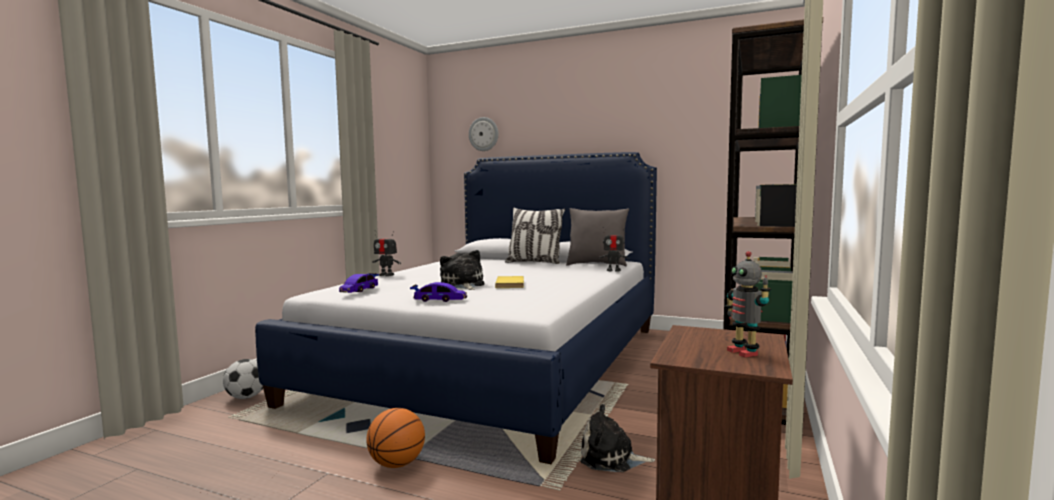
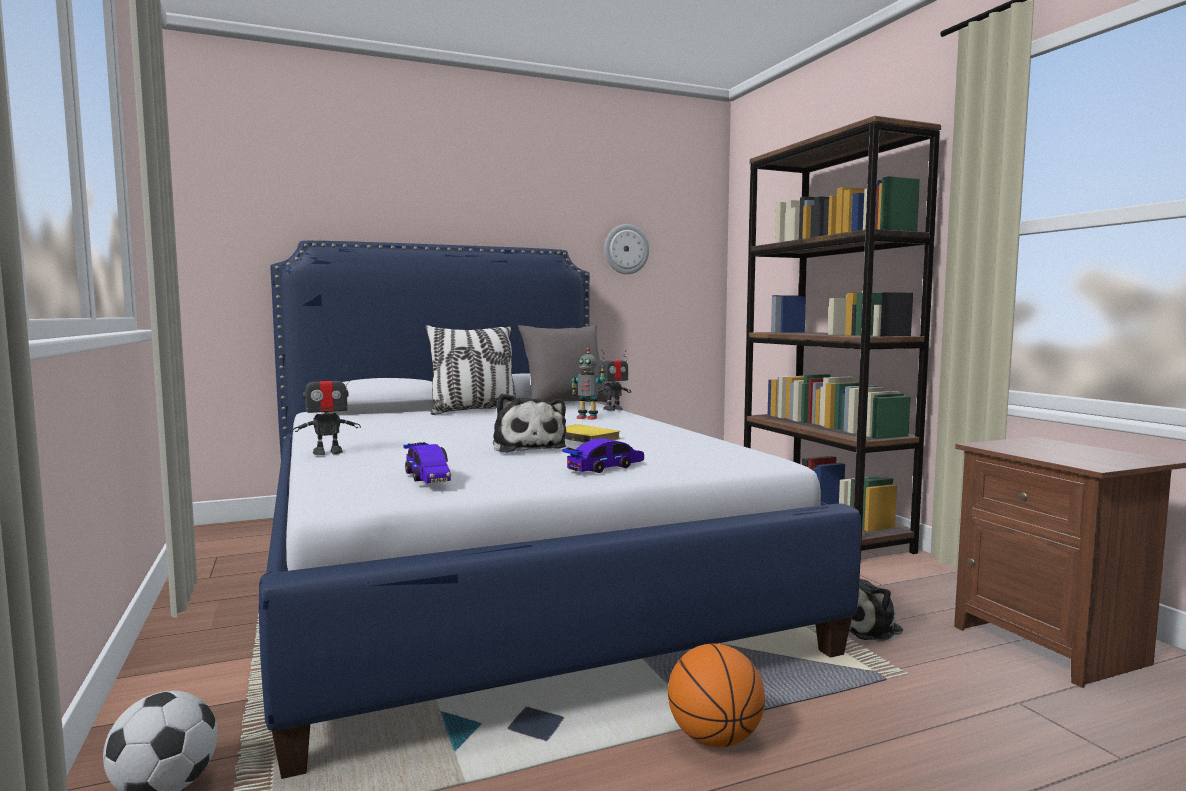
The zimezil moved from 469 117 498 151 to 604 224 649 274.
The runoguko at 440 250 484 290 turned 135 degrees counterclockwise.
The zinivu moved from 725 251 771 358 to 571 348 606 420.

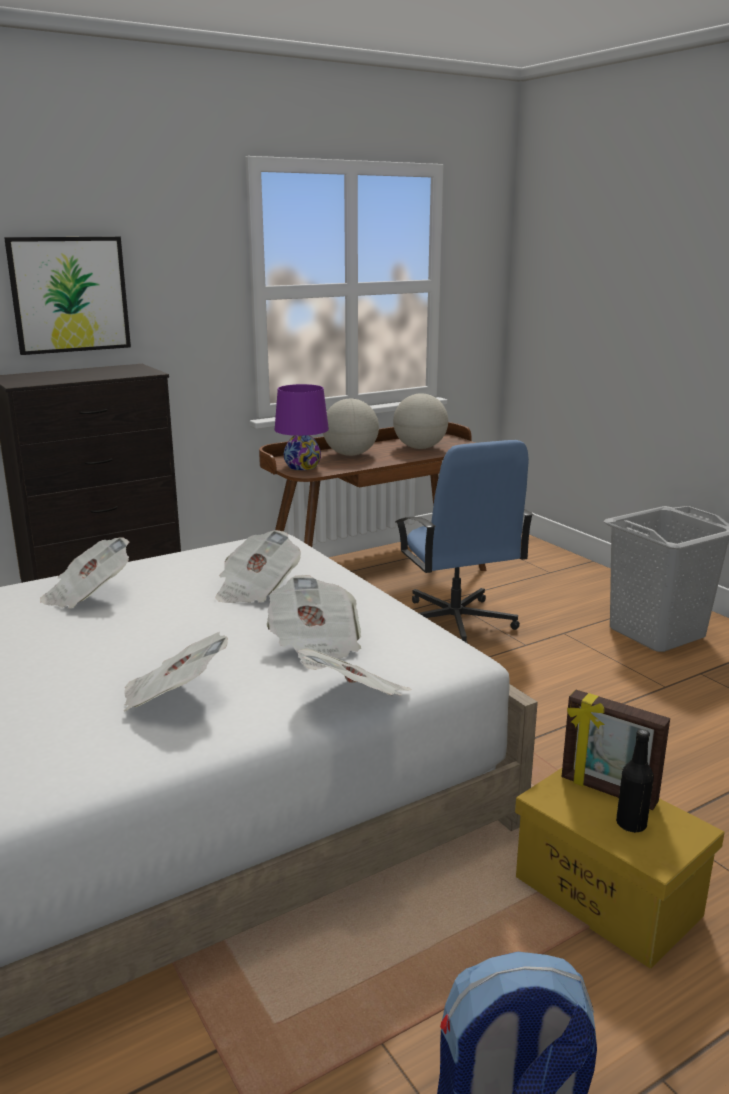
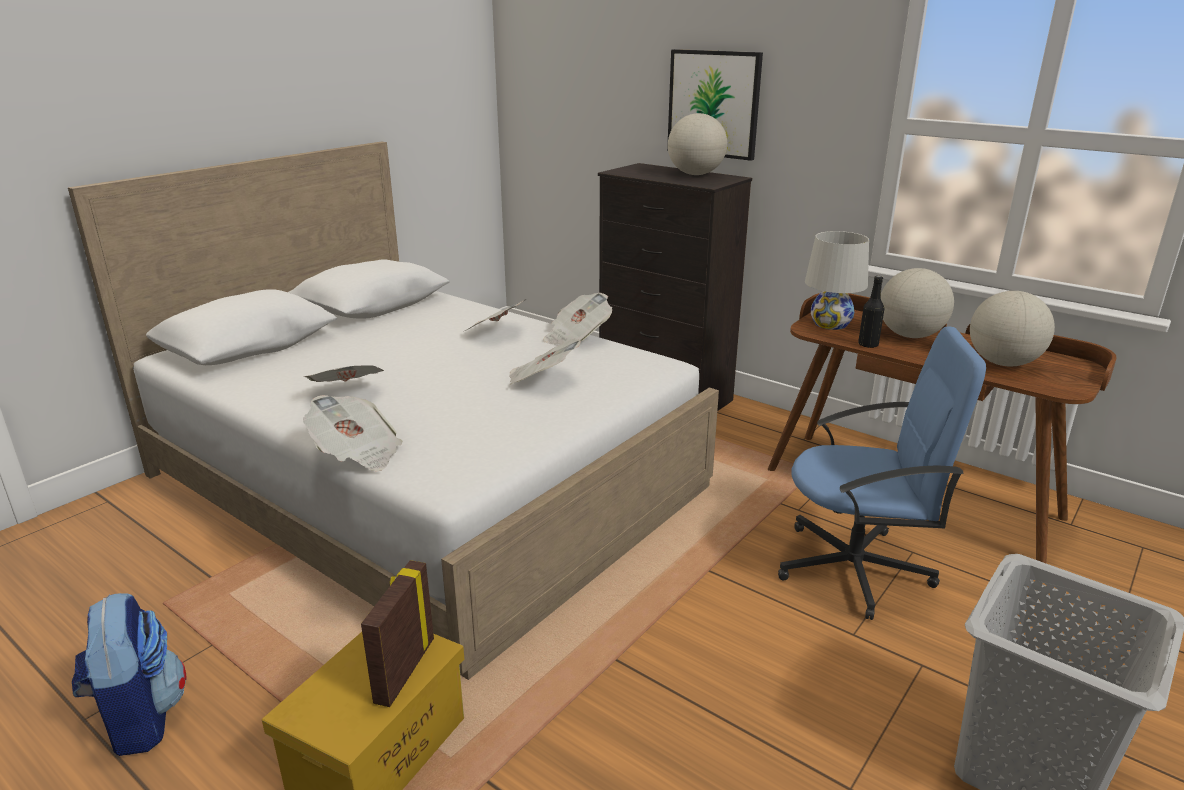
The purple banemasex at 275 384 329 470 became the white banemasex at 805 231 869 330.
The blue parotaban at 395 440 534 643 turned 135 degrees counterclockwise.
The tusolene moved from 266 575 361 670 to 543 293 612 344.
The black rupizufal moved from 616 729 654 833 to 858 276 884 348.
The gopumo at 668 113 727 175 appeared.

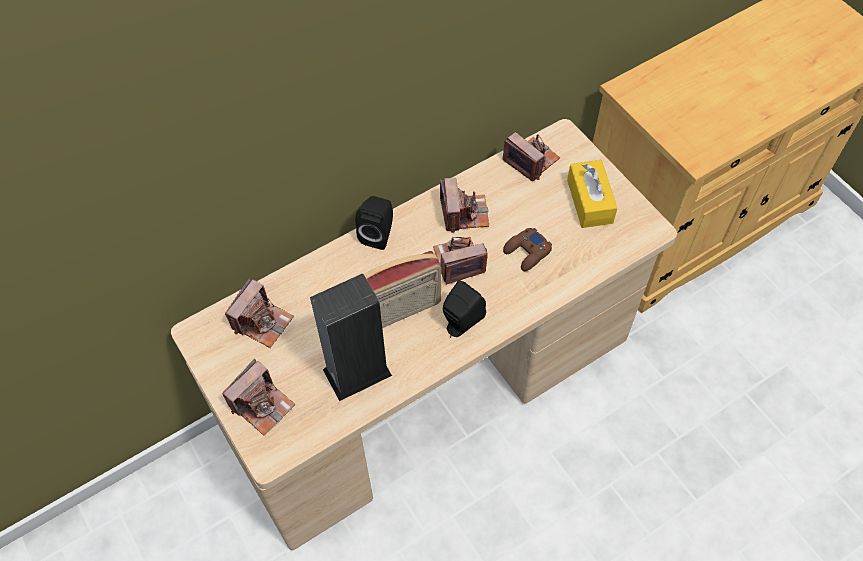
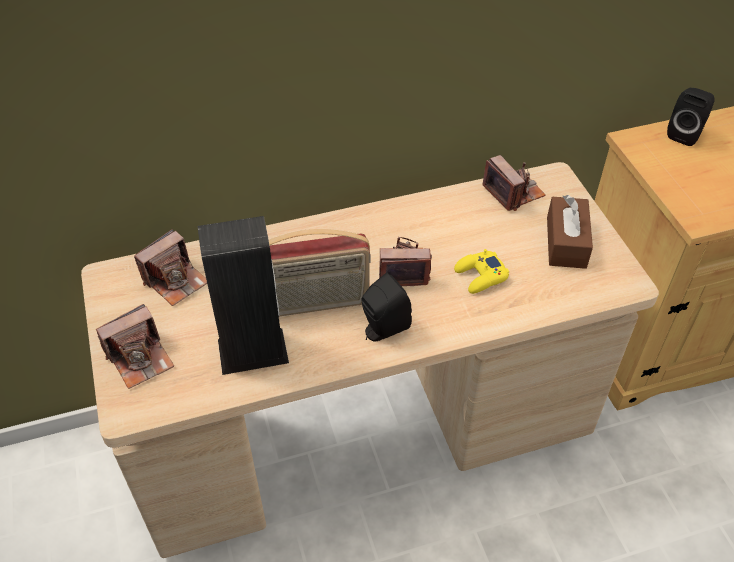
The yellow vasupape at 567 160 617 228 became the brown vasupape at 547 195 593 269.
The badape at 440 178 489 233 disappeared.
The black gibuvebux moved from 356 196 393 250 to 667 88 715 146.
The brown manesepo at 503 228 552 271 became the yellow manesepo at 454 249 509 294.

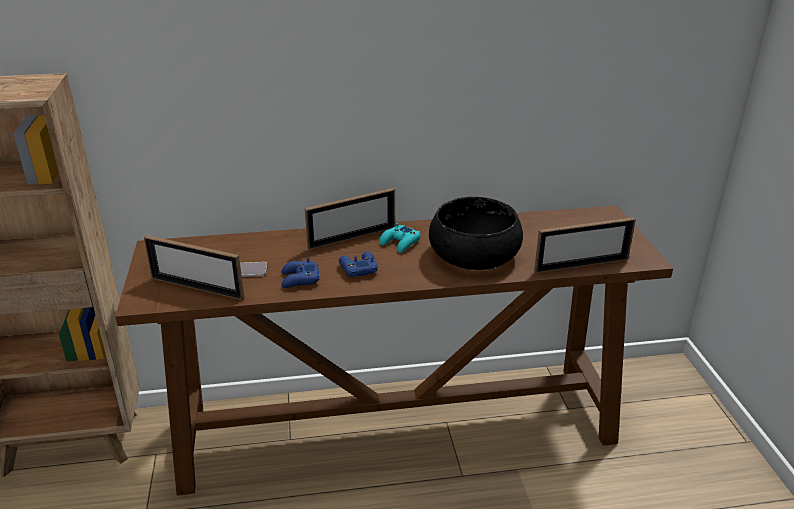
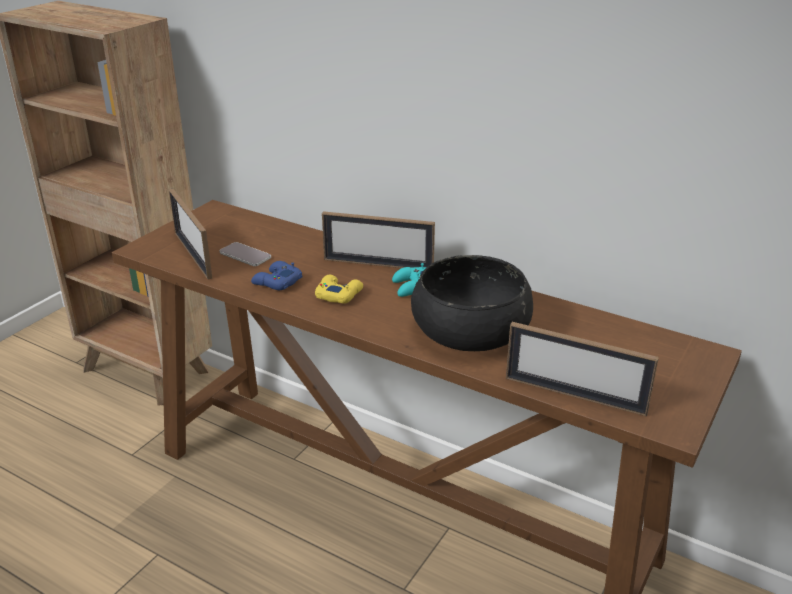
The blue manesepo at 339 252 378 277 became the yellow manesepo at 315 275 363 304.

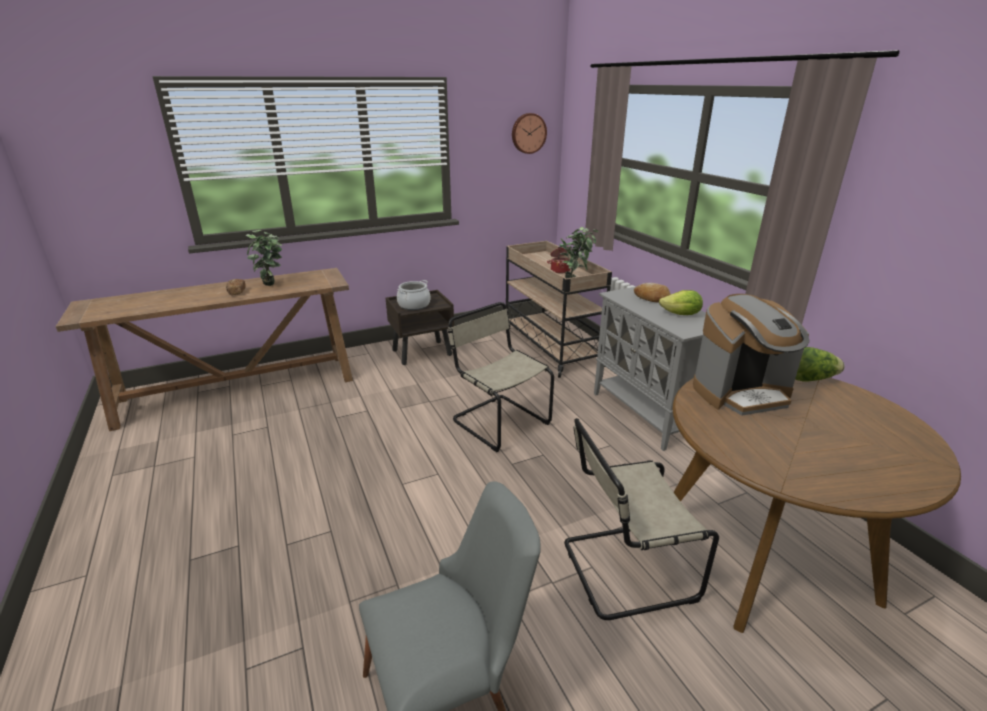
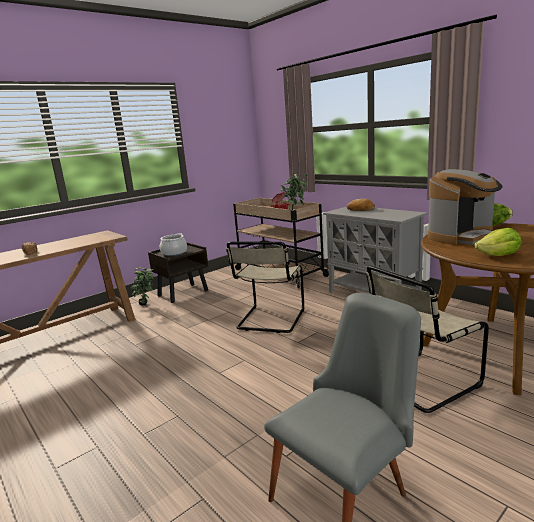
The zimezil at 512 113 547 154 disappeared.
The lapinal moved from 246 230 282 286 to 131 267 154 306.
The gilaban moved from 659 290 703 315 to 474 228 522 256.
The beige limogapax at 448 302 554 452 turned 105 degrees counterclockwise.

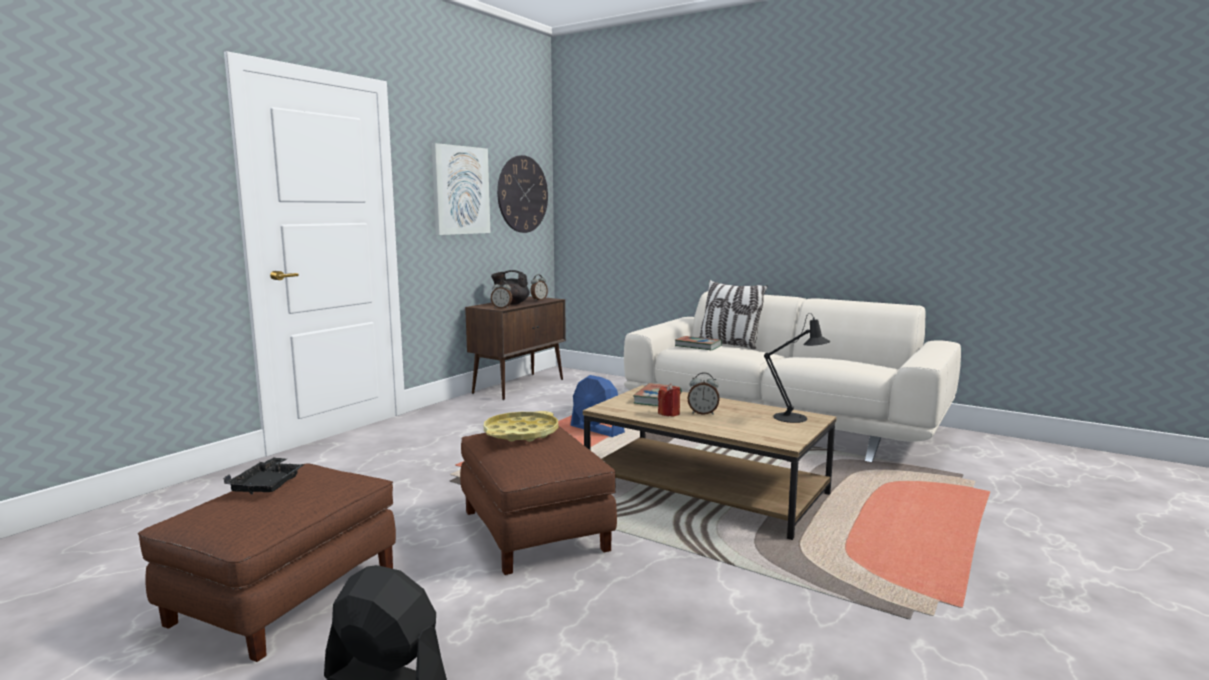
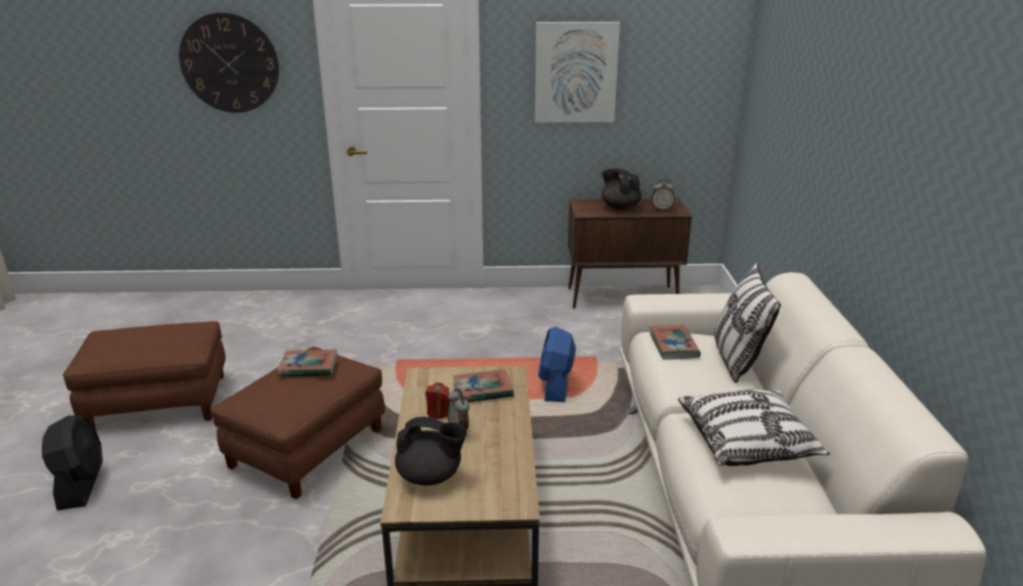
The zimezil moved from 497 155 548 233 to 179 12 279 113.
The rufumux at 491 280 512 308 disappeared.
The black banemasex at 764 313 831 423 disappeared.
The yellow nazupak at 484 411 558 442 was replaced by the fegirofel at 277 349 338 377.
The black nazupak at 223 457 305 494 disappeared.
The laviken at 678 389 830 466 appeared.
The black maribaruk at 395 417 467 486 appeared.

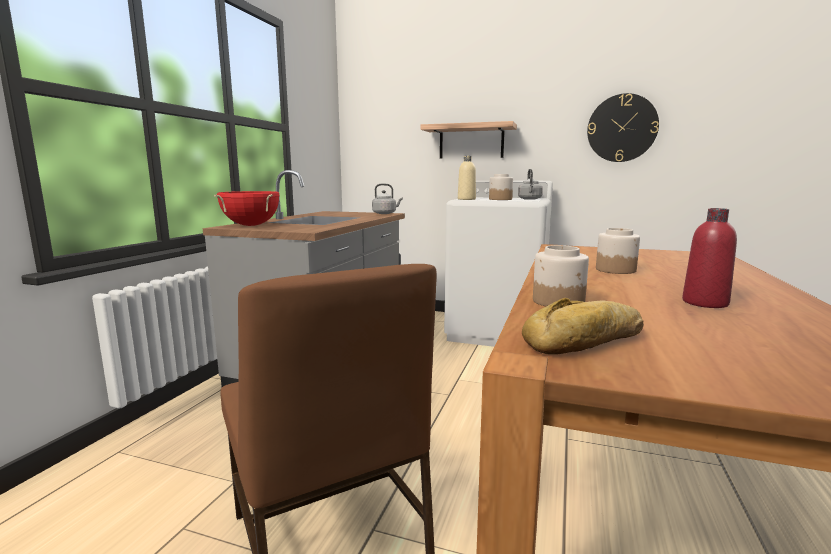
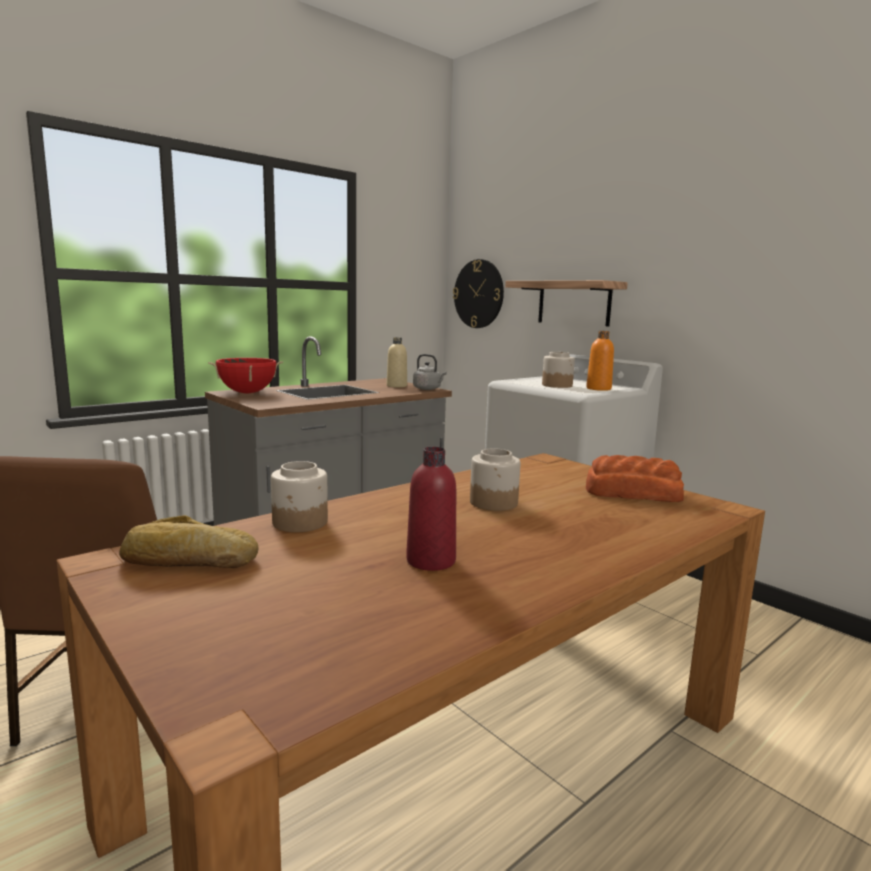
The zimezil moved from 587 93 659 162 to 453 259 504 328.
The beige rupizufal moved from 458 156 476 200 to 387 337 407 387.
The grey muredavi at 518 169 543 200 was replaced by the orange rupizufal at 586 331 614 391.
The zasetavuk at 586 455 684 502 appeared.

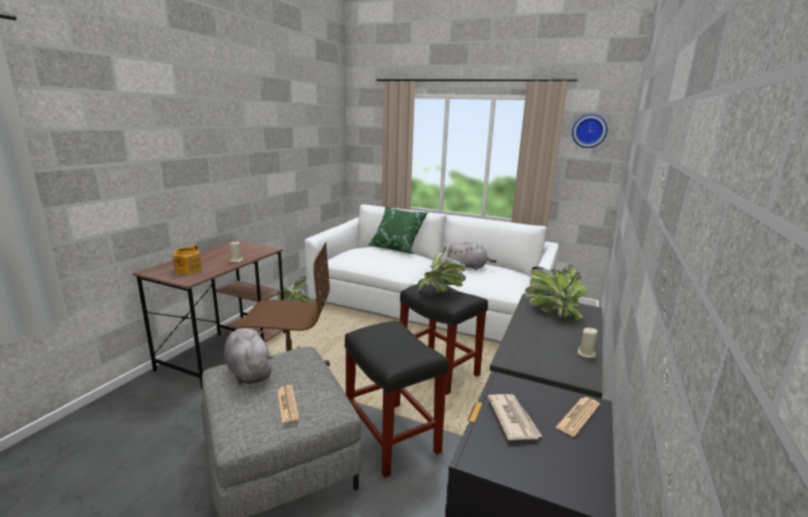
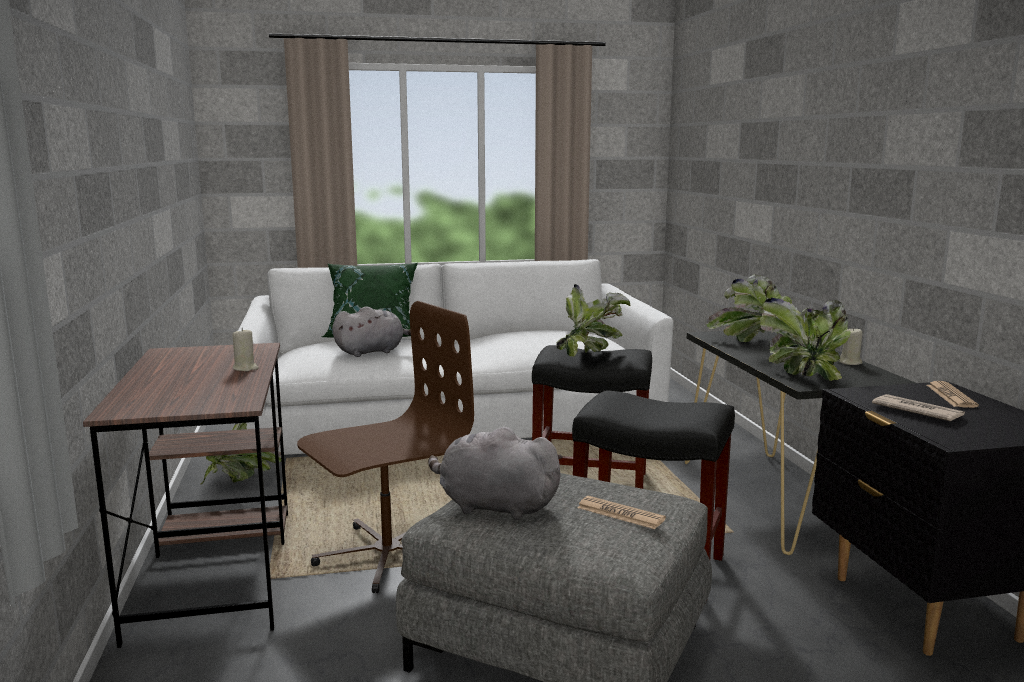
The zimezil at 572 114 608 148 disappeared.
The grey runoguko moved from 447 241 496 270 to 332 306 411 357.
The maribaruk at 173 245 202 274 disappeared.
The lapinal at 760 298 851 381 appeared.

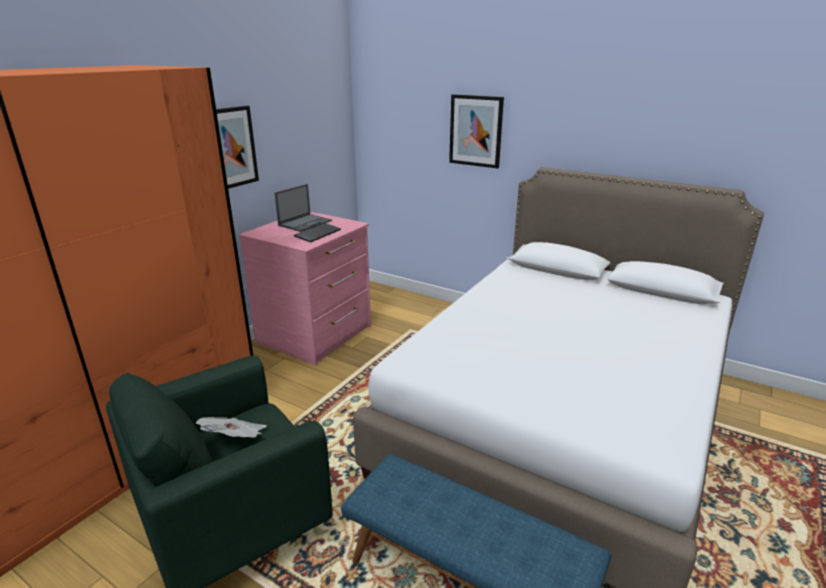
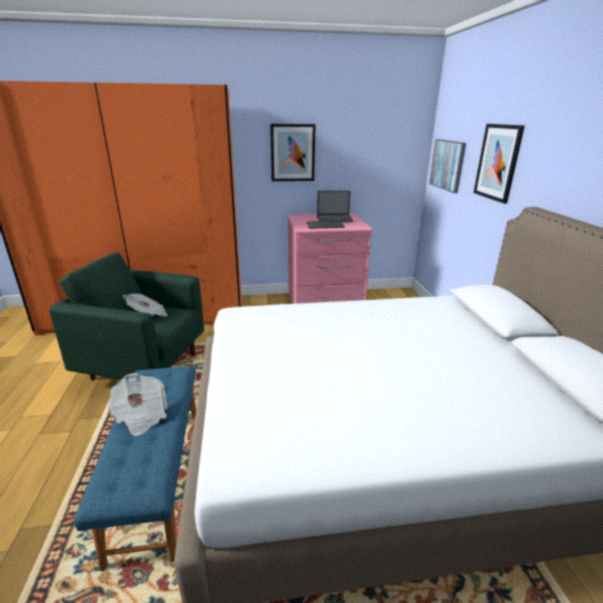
The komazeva at 429 139 466 193 appeared.
The tusolene at 108 373 167 436 appeared.

